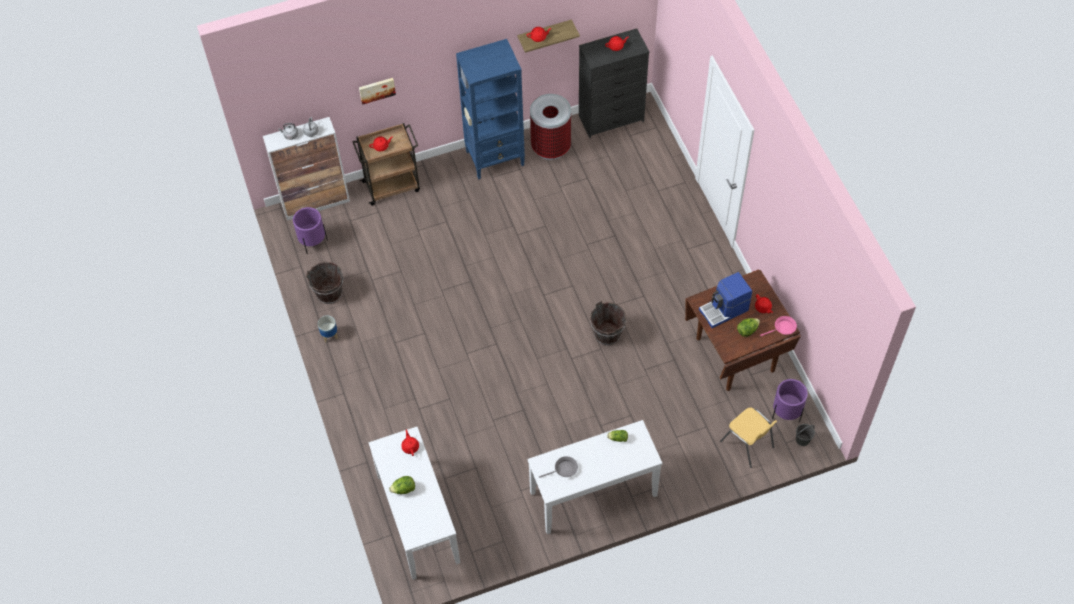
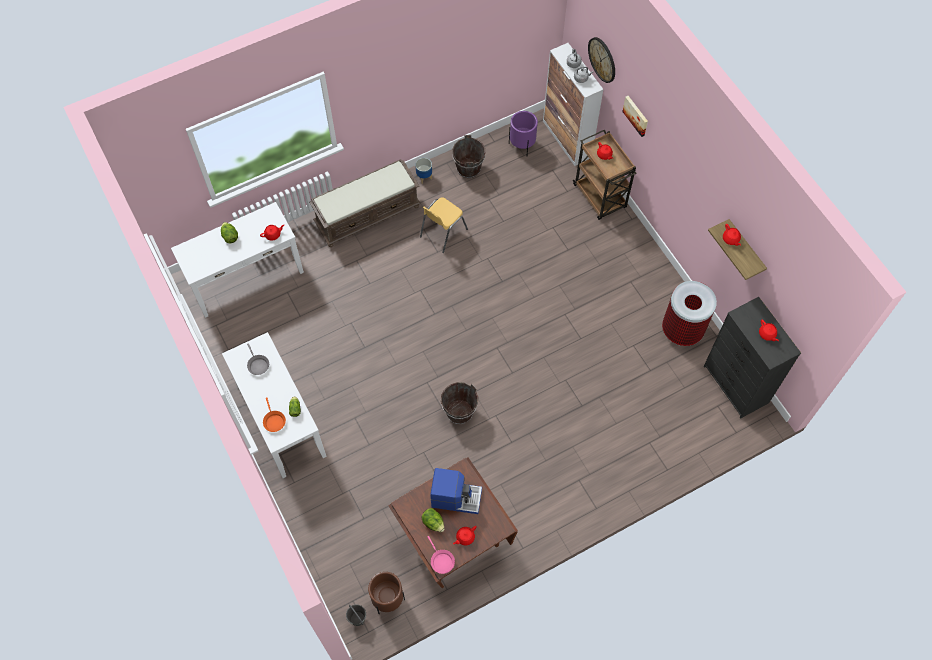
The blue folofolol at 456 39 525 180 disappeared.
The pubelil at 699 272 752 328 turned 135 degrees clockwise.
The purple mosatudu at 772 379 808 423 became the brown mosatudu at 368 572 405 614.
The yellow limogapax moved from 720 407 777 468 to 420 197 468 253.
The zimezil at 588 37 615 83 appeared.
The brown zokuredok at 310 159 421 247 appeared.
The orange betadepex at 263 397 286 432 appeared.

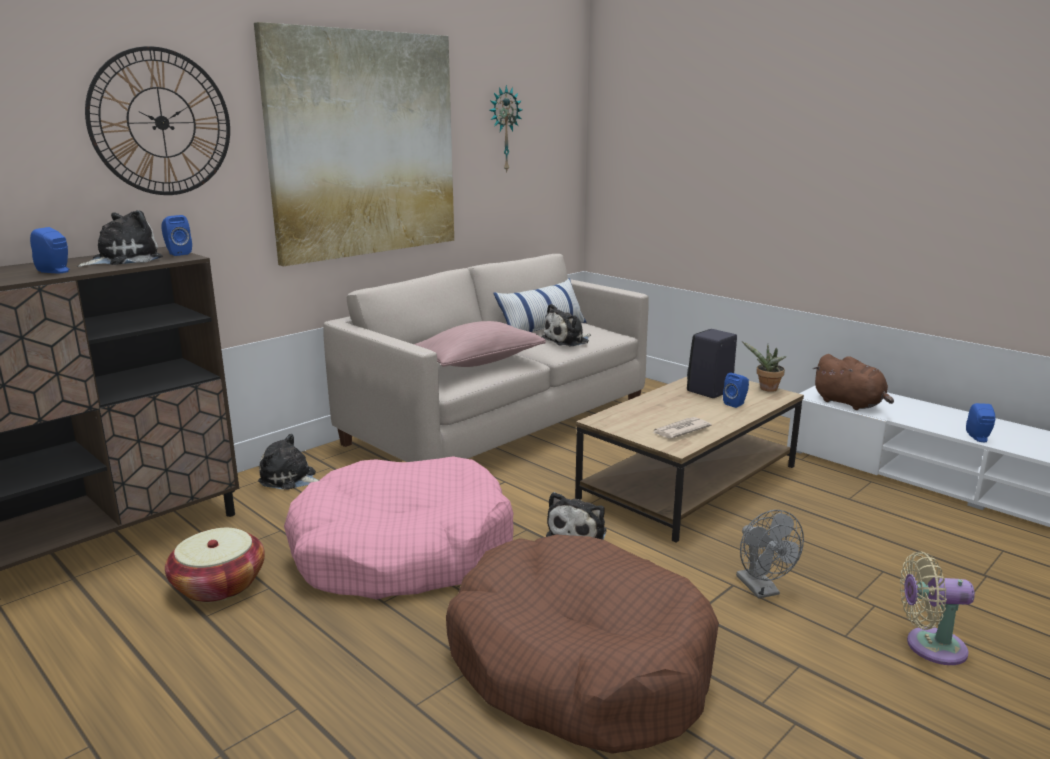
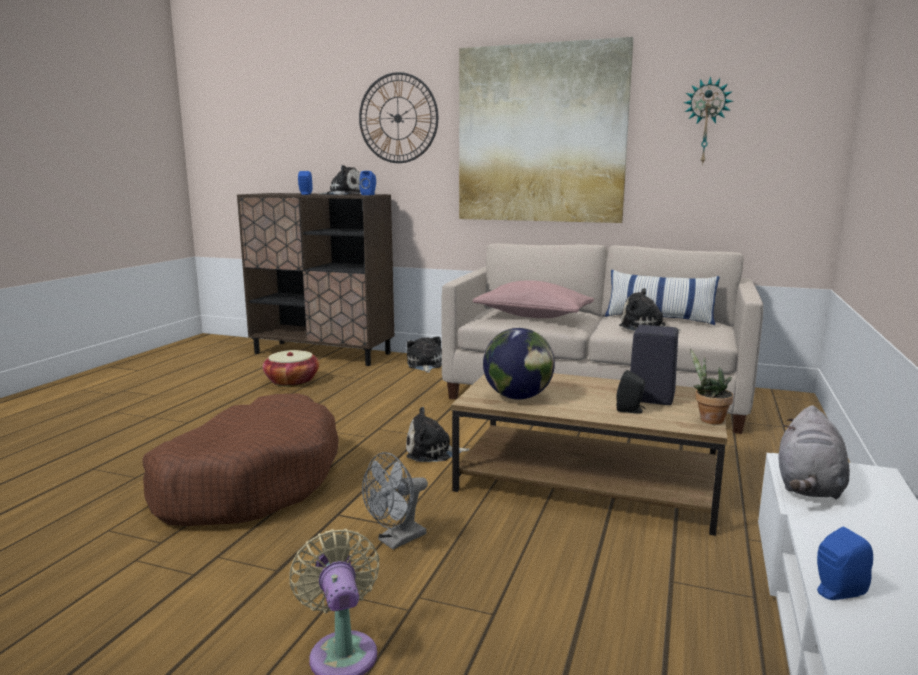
The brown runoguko at 813 354 894 410 became the grey runoguko at 778 405 850 500.
The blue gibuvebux at 723 373 749 408 became the black gibuvebux at 616 370 646 414.
The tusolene at 653 417 712 438 was replaced by the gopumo at 483 328 555 399.
The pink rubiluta at 284 456 513 600 disappeared.

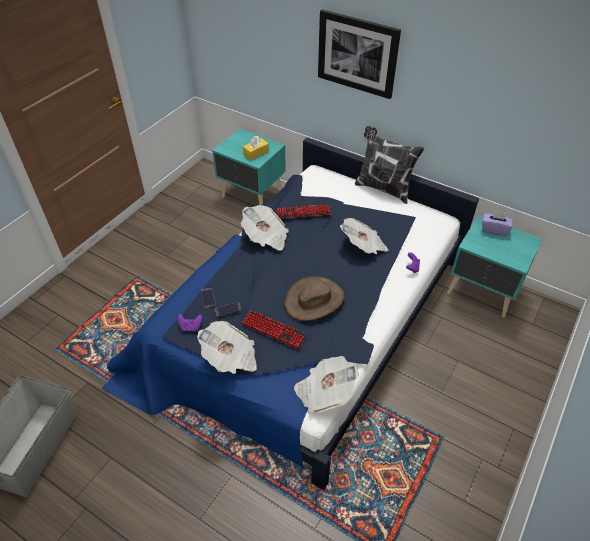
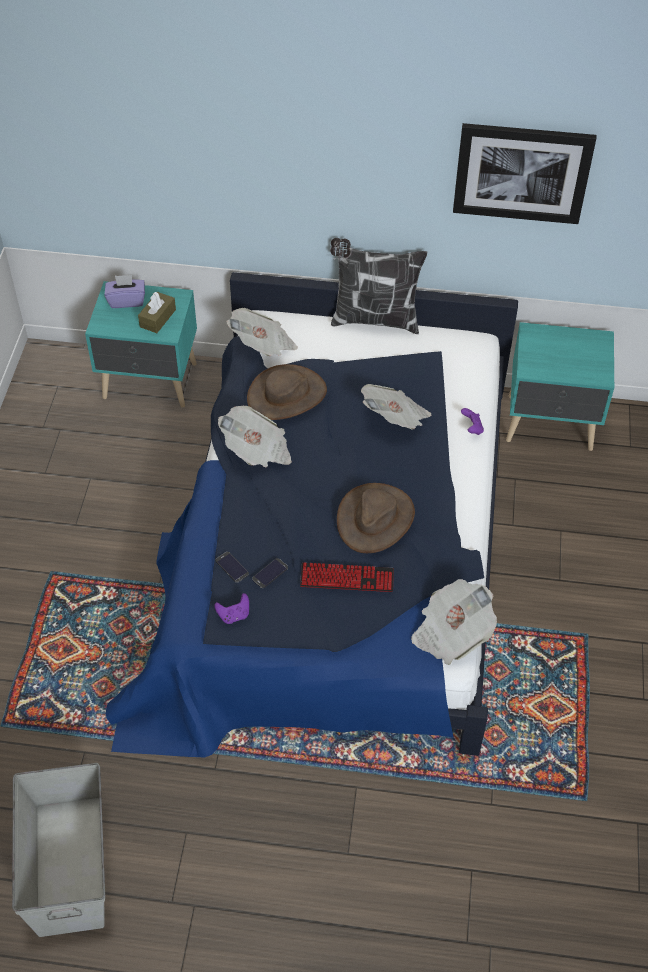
The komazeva moved from 318 10 401 99 to 453 123 597 224.
The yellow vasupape at 243 136 269 160 became the brown vasupape at 138 292 176 333.
The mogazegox at 276 204 331 219 was replaced by the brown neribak at 247 364 327 420.
The purple vasupape moved from 482 210 512 236 to 105 275 145 308.
The tusolene moved from 197 321 257 374 to 226 308 298 356.

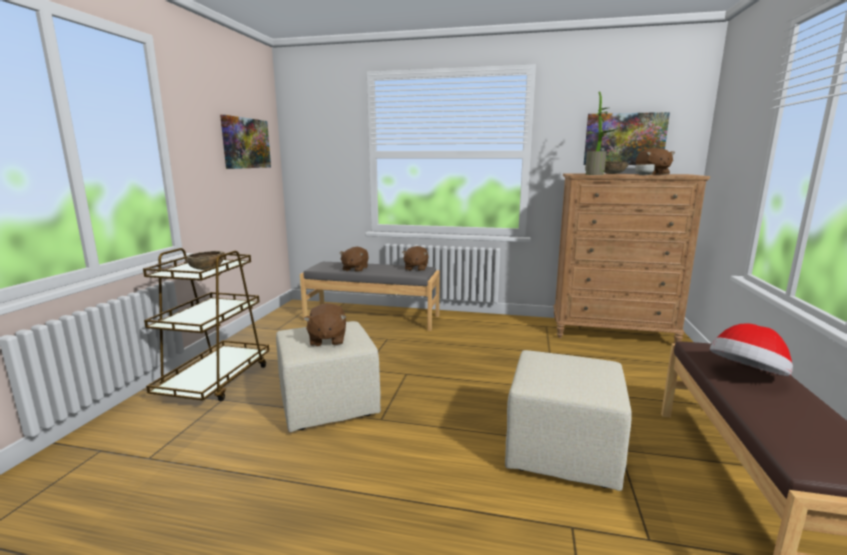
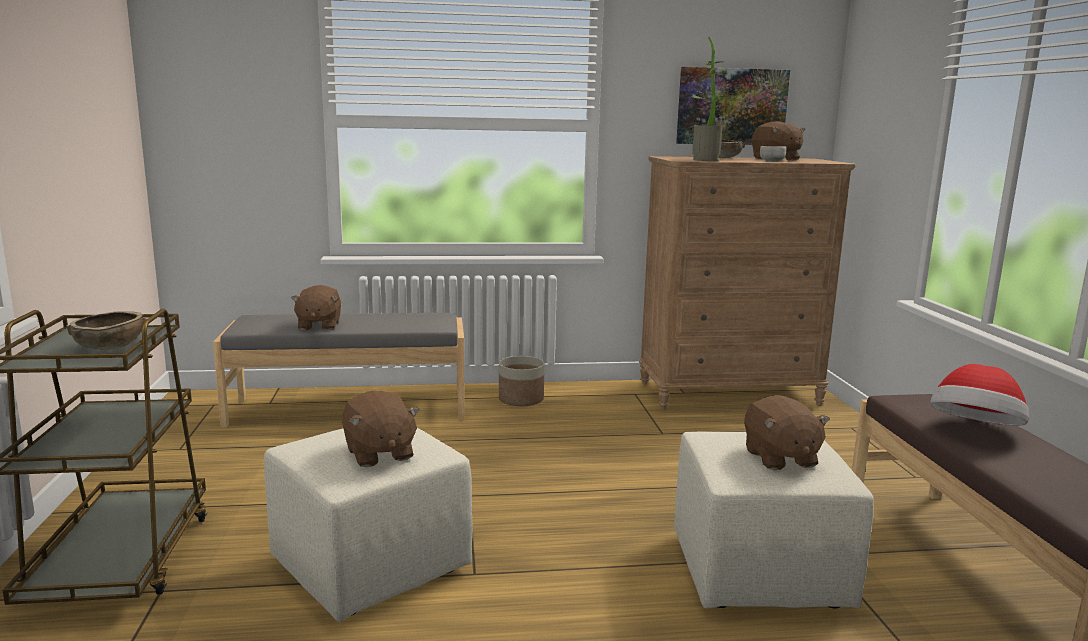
The komazeva at 220 115 271 169 disappeared.
The brown runoguko moved from 402 246 428 271 to 744 395 830 470.
The mosatudu at 499 356 545 406 appeared.

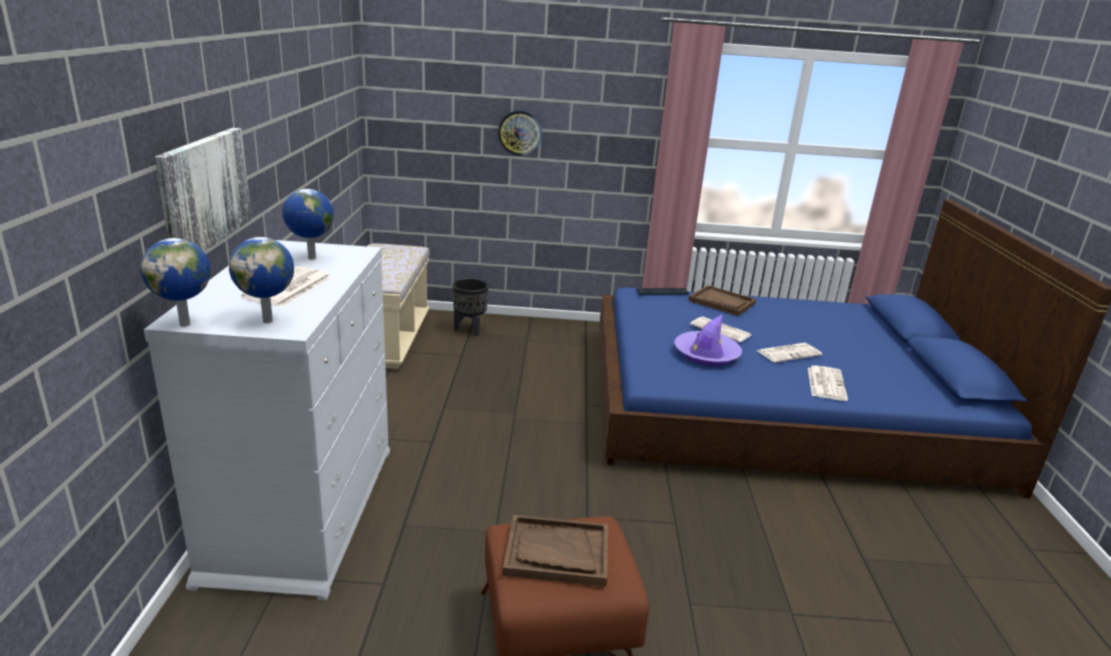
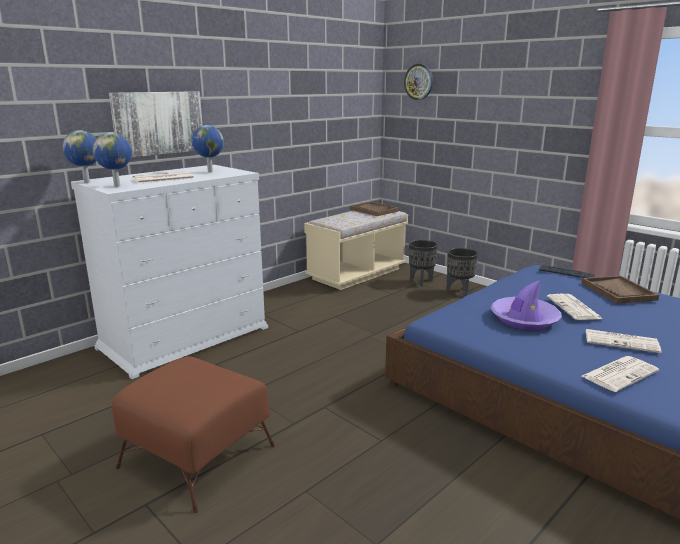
The zimezil moved from 498 110 542 156 to 404 64 433 100.
The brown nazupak moved from 503 515 608 586 to 350 202 399 216.
The black mosatudu at 447 248 478 297 appeared.

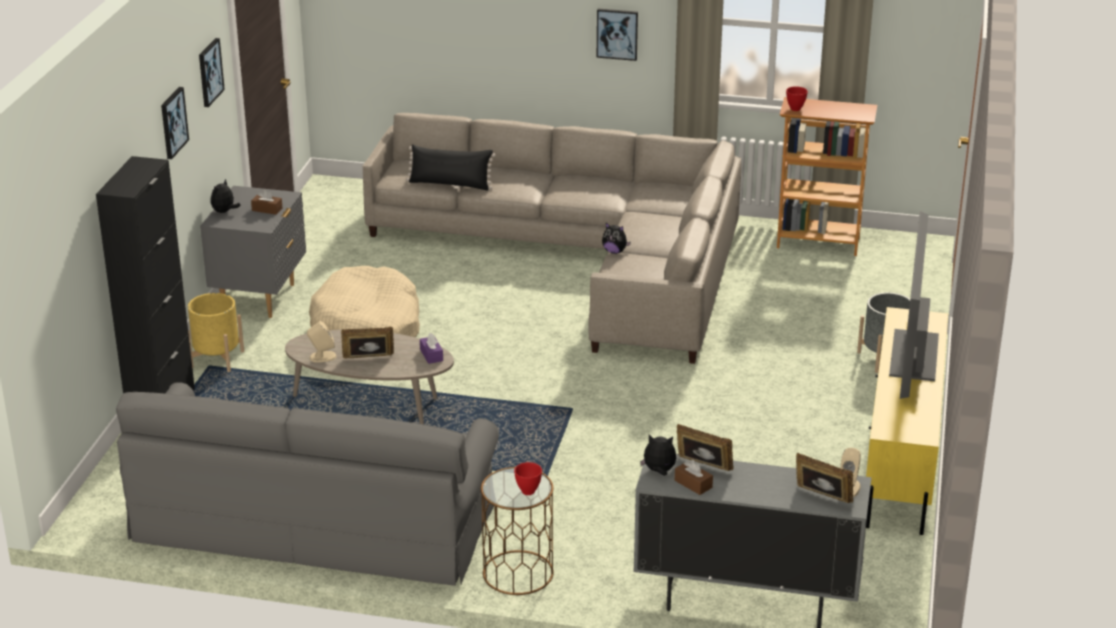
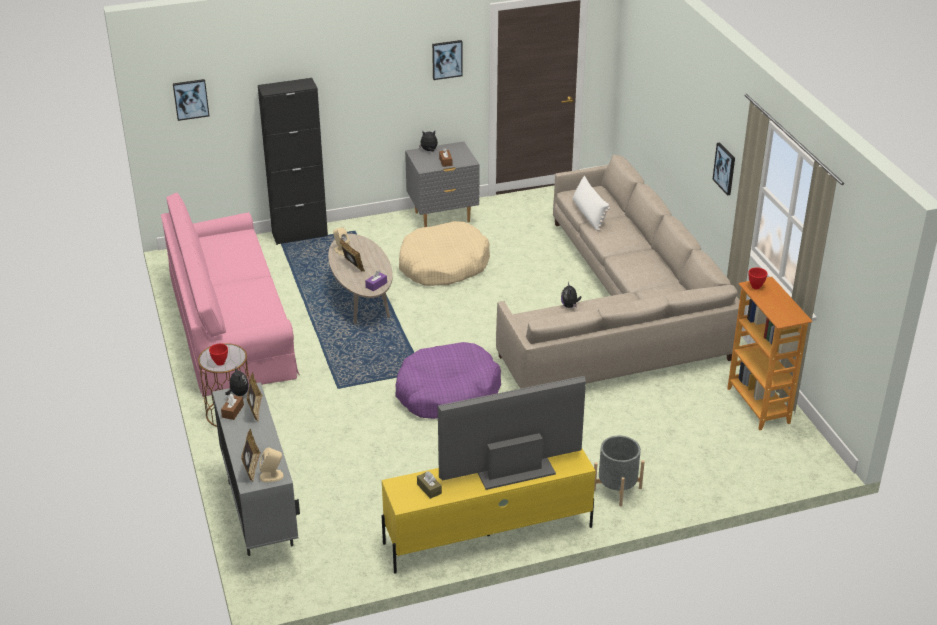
The komazeva moved from 161 87 189 159 to 173 79 209 121.
The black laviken at 406 144 495 191 became the white laviken at 573 176 610 231.
The yellow mosatudu at 188 293 244 372 disappeared.
The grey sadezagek at 116 382 499 586 became the pink sadezagek at 161 192 300 396.
The purple rubiluta at 395 342 501 419 appeared.
The brown vasupape at 417 471 442 499 appeared.

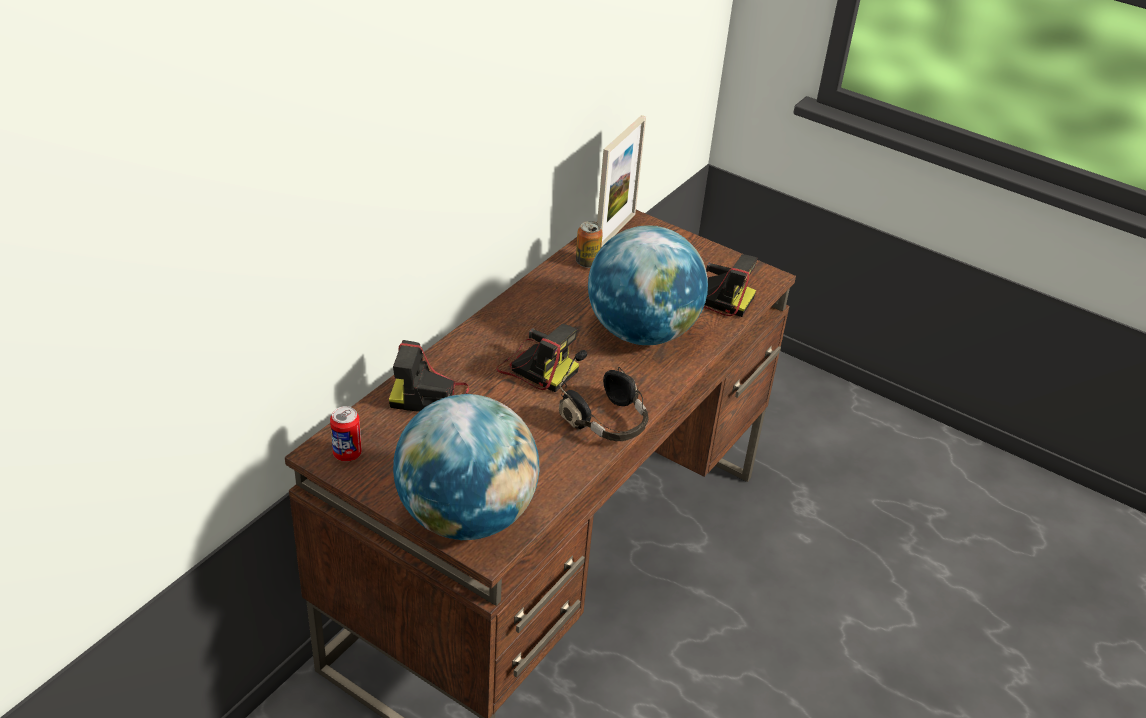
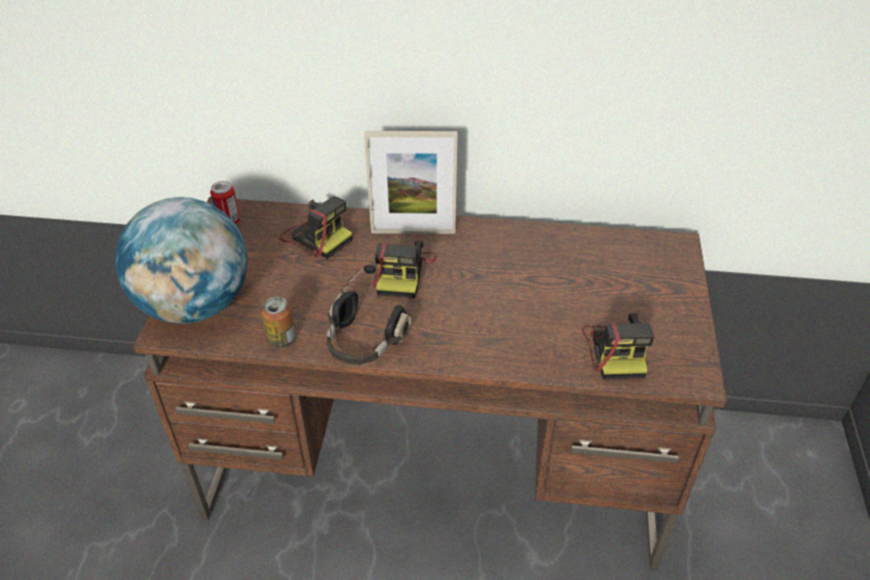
The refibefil moved from 597 115 646 246 to 364 131 457 234.
The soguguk moved from 576 221 603 268 to 261 296 295 348.
The gopumo at 588 225 708 345 disappeared.
The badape at 389 340 469 412 turned 150 degrees clockwise.

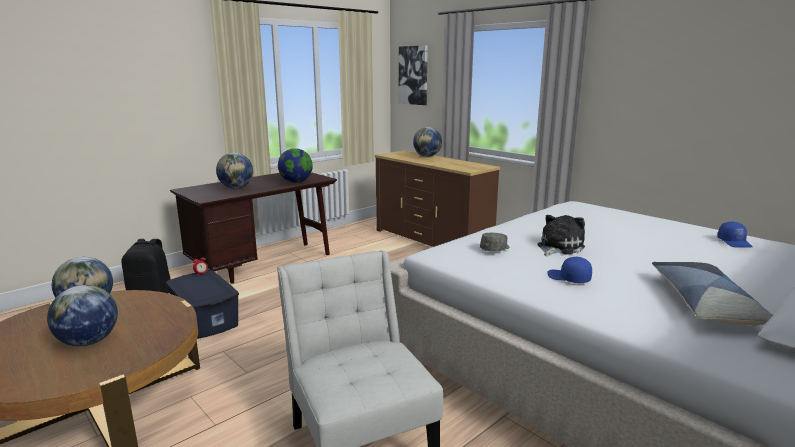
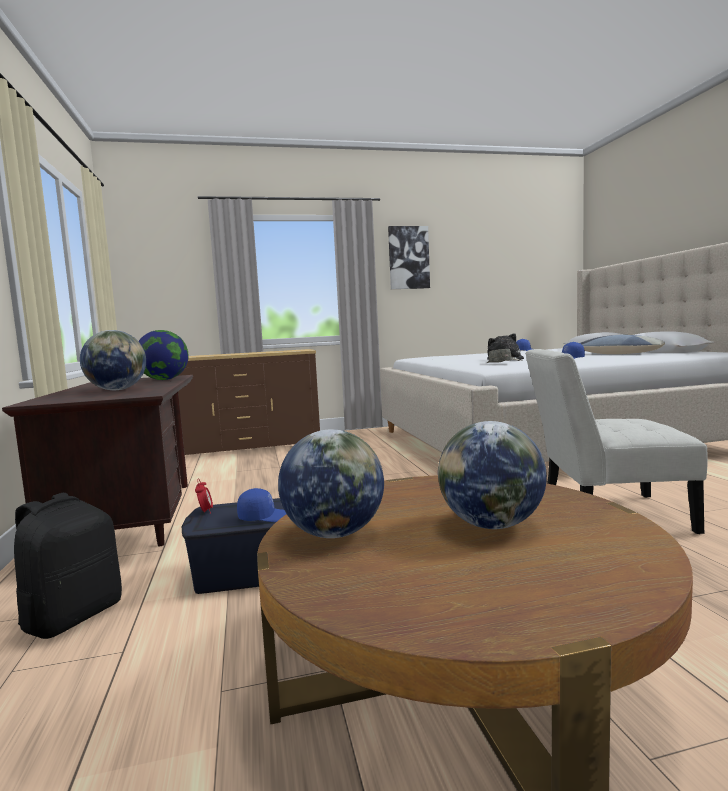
The komazeva moved from 399 46 428 105 to 388 226 430 289.
The gopumo at 413 127 442 157 disappeared.
The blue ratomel at 237 488 286 522 appeared.

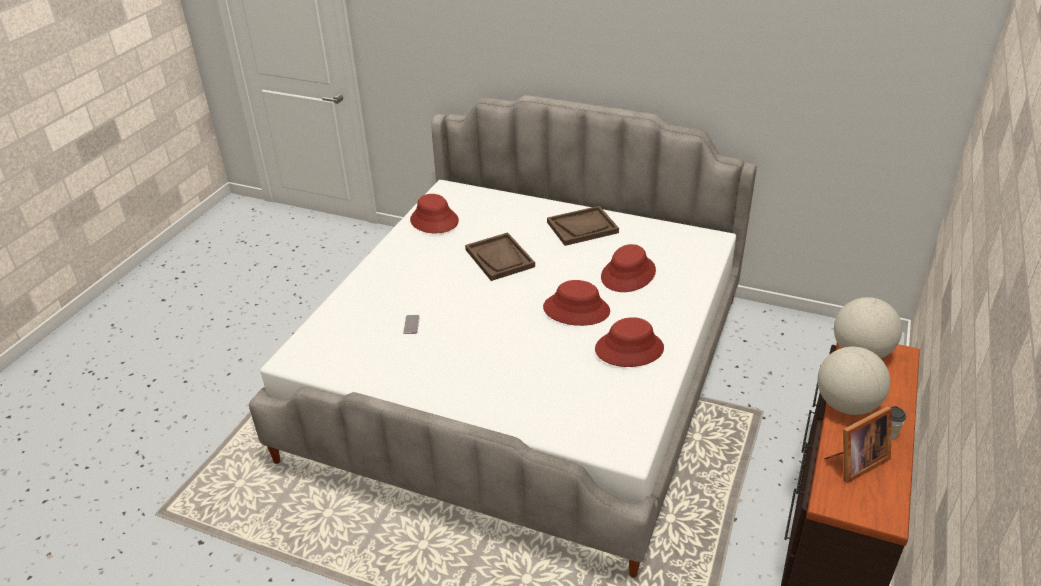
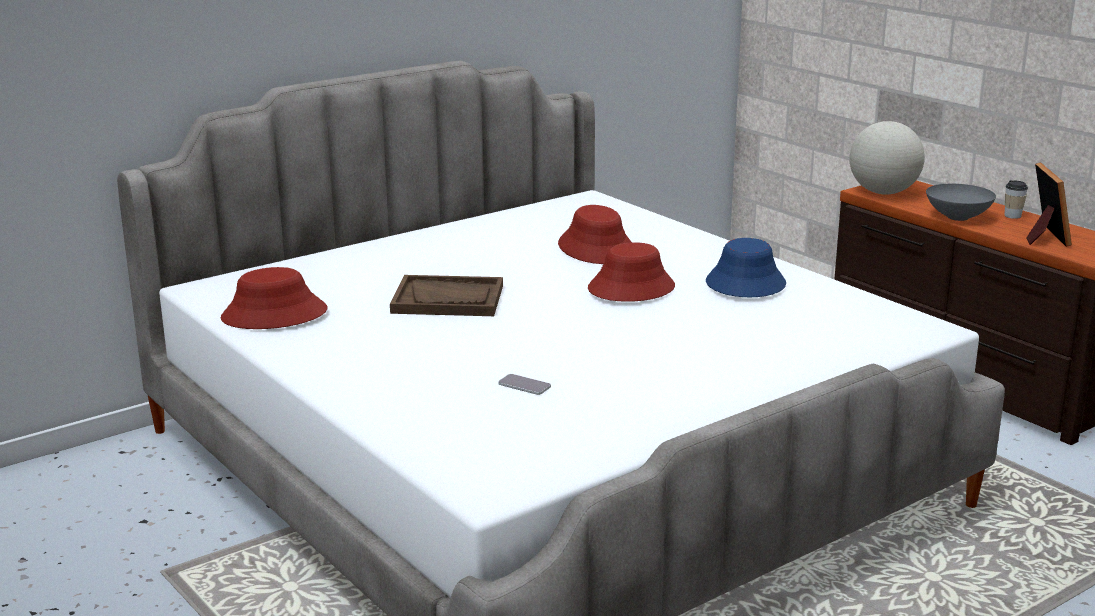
The brown nazupak at 547 206 619 246 disappeared.
The red neribak at 595 317 664 367 became the blue neribak at 706 238 786 297.
The gopumo at 818 347 890 415 was replaced by the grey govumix at 926 184 996 221.

